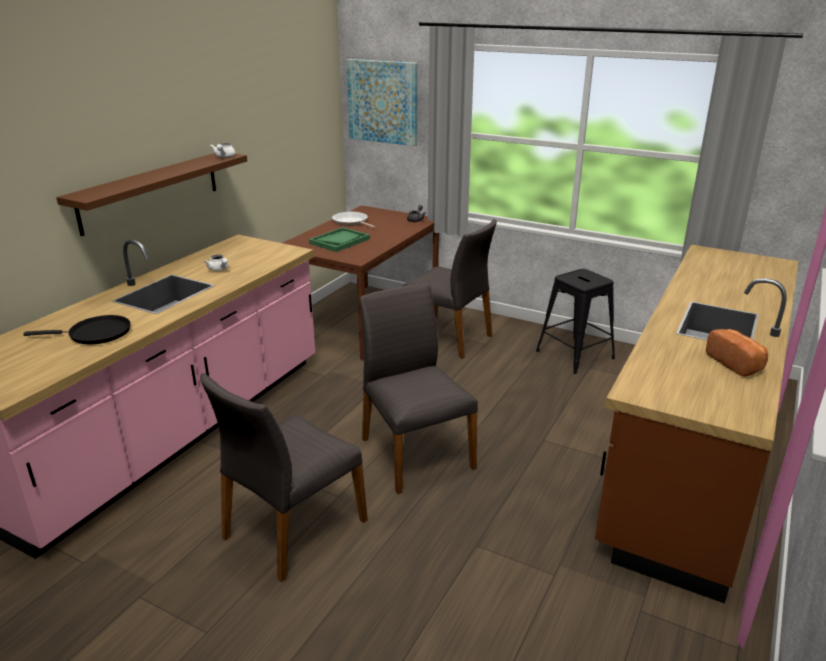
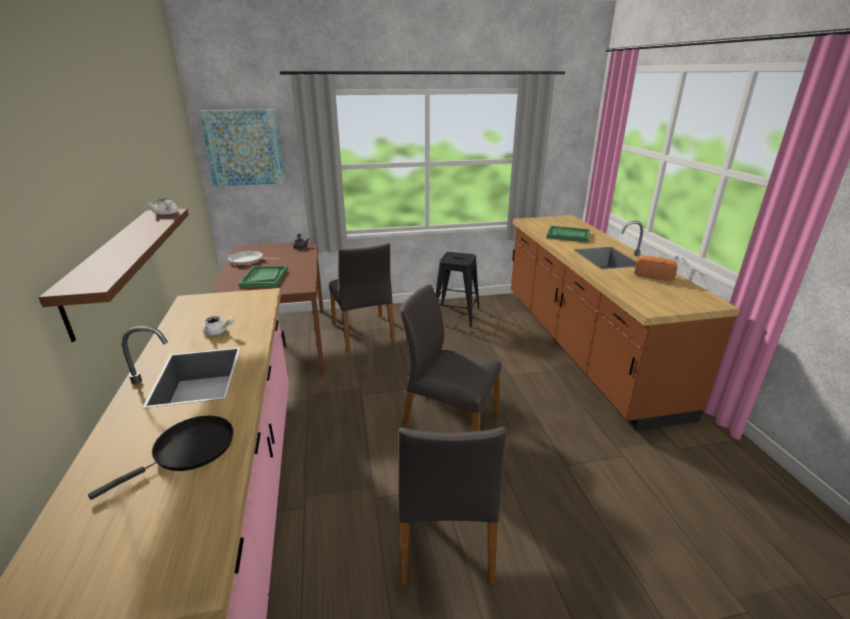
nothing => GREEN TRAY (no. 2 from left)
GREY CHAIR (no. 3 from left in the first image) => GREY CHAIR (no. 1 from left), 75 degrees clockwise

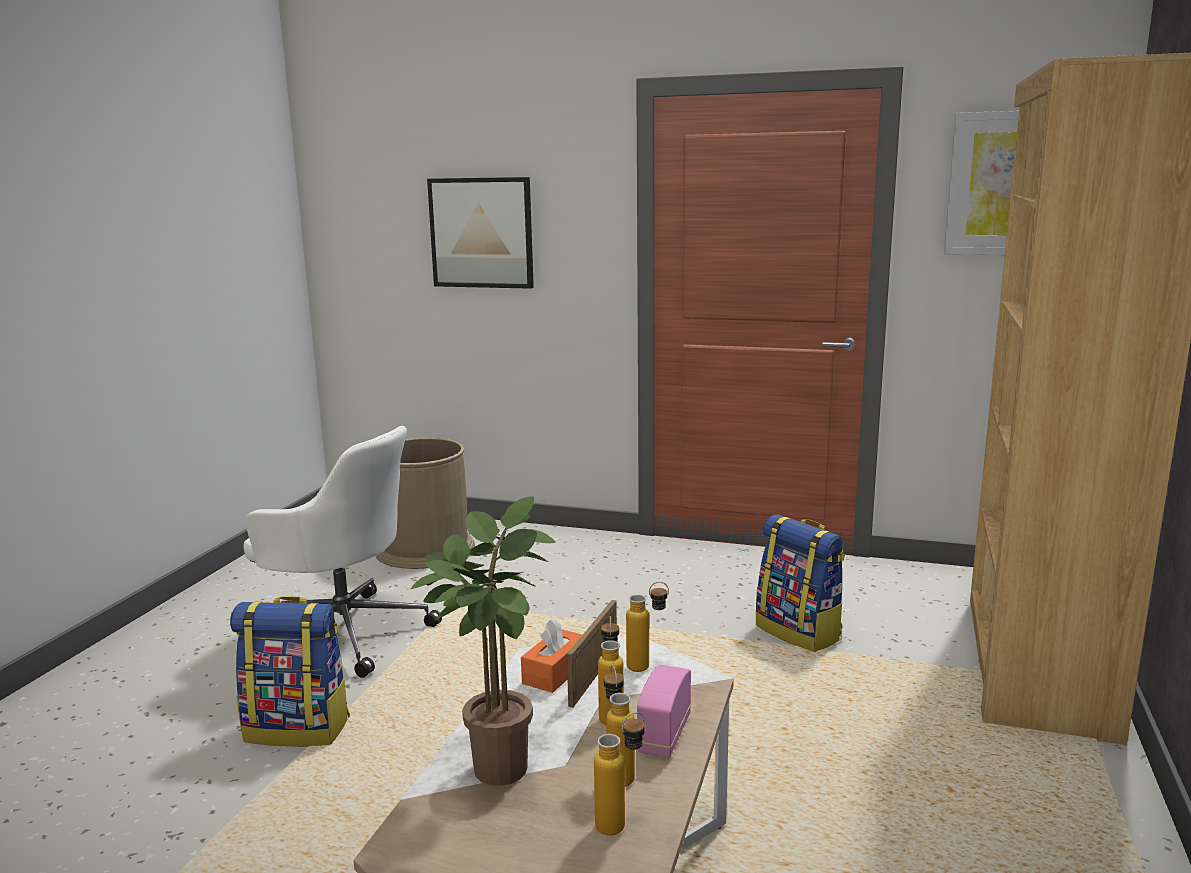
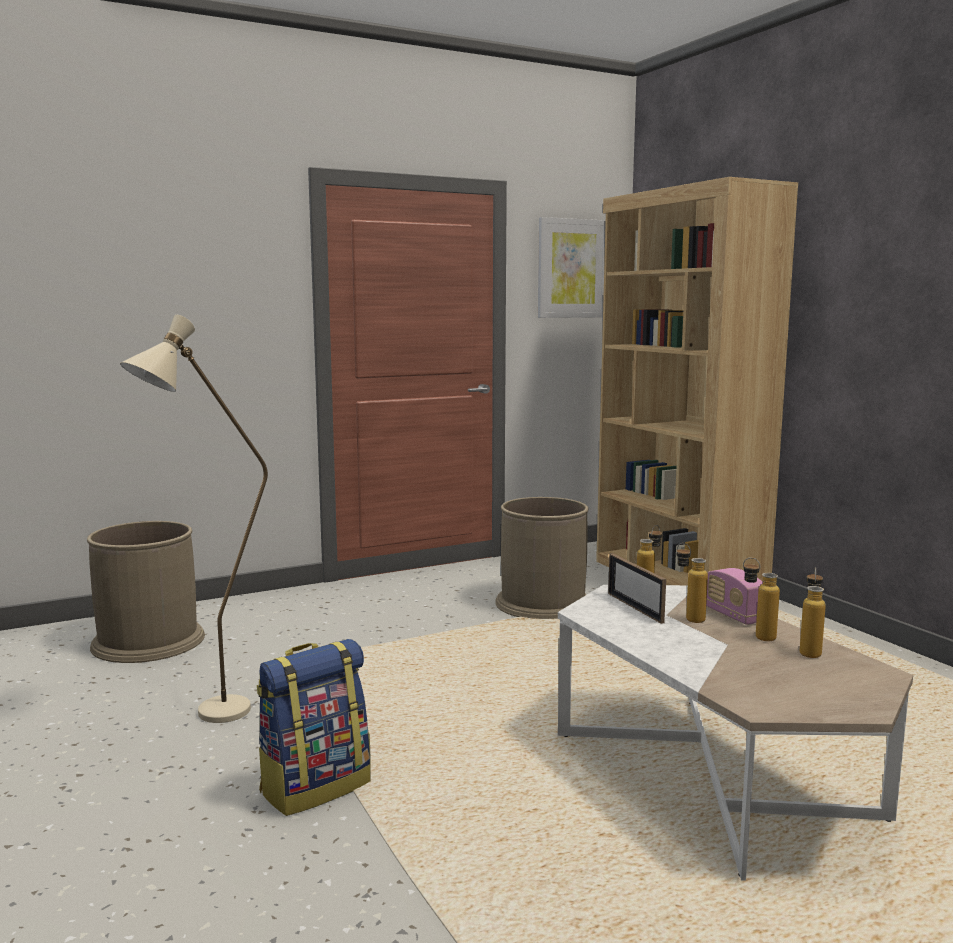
POTTED PLANT => nothing
PICTURE (no. 1 from left) => nothing
ORANGE TISSUE BOX => nothing
WHITE OFFICE CHAIR => BEIGE FLOOR LAMP
BACKPACK (no. 2 from left) => BROWN TRASH CAN (no. 2 from left)

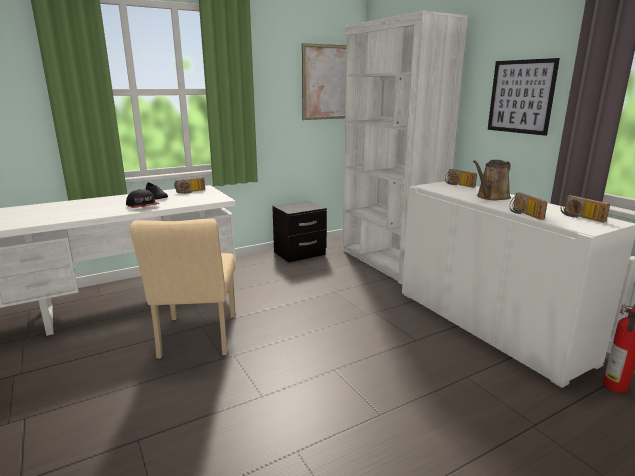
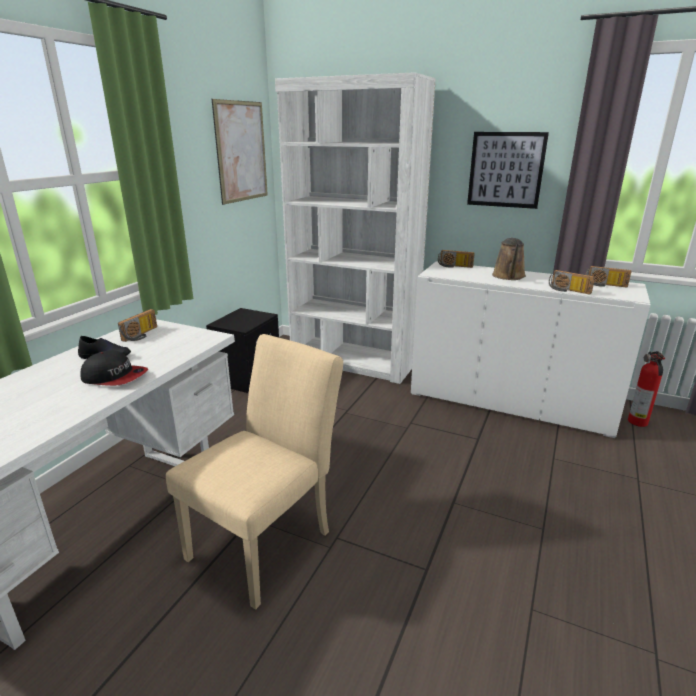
BEIGE CHAIR, 105 degrees counterclockwise

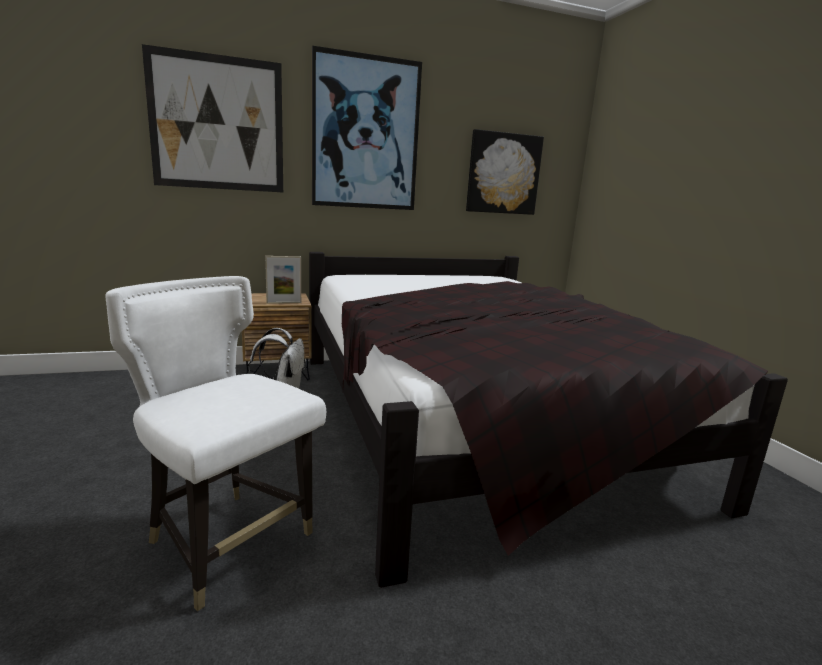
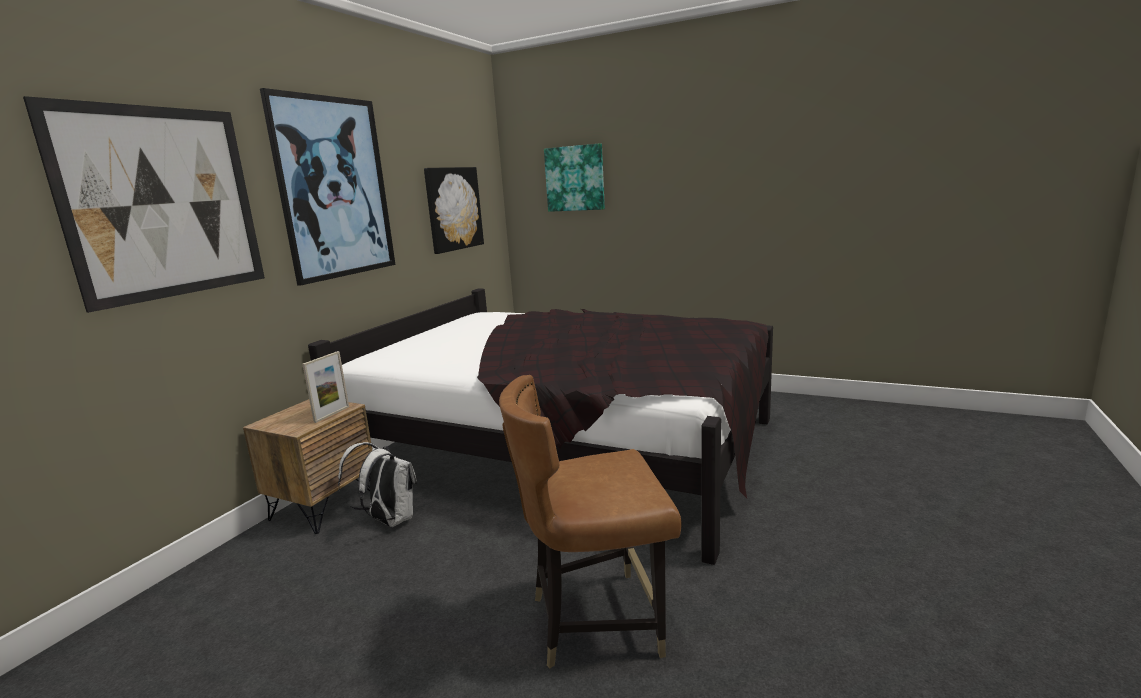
nothing => PICTURE (no. 4 from left)
WHITE CHAIR => BROWN CHAIR

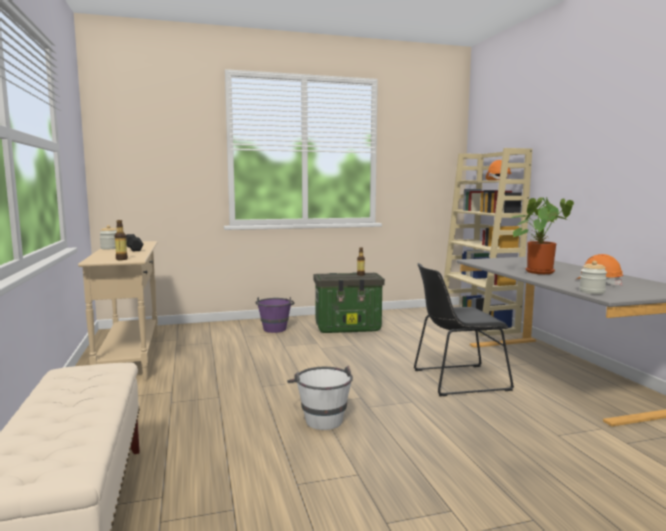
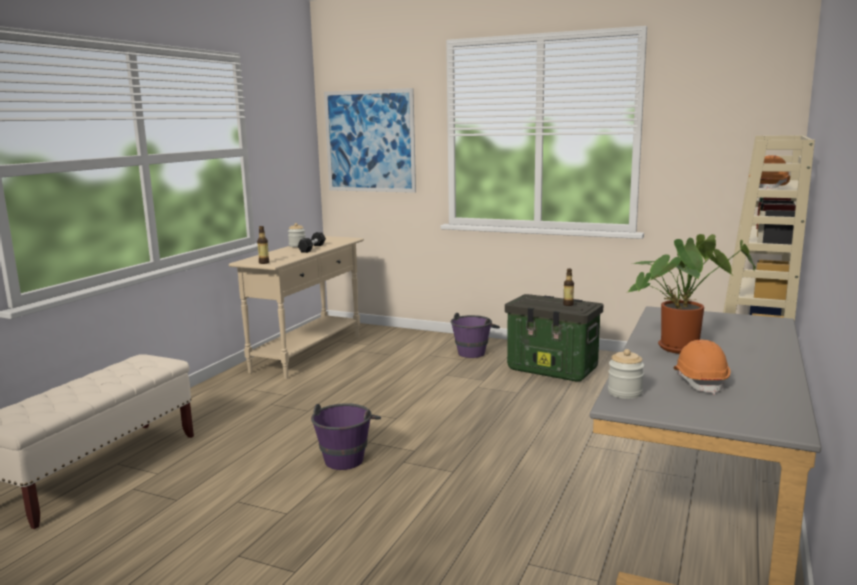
BLACK CHAIR => nothing
nothing => PICTURE
WHITE BUCKET => PURPLE BUCKET (no. 1 from left)

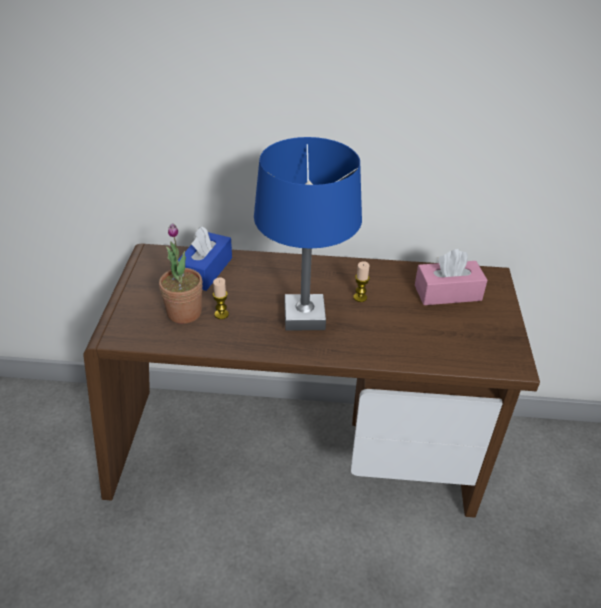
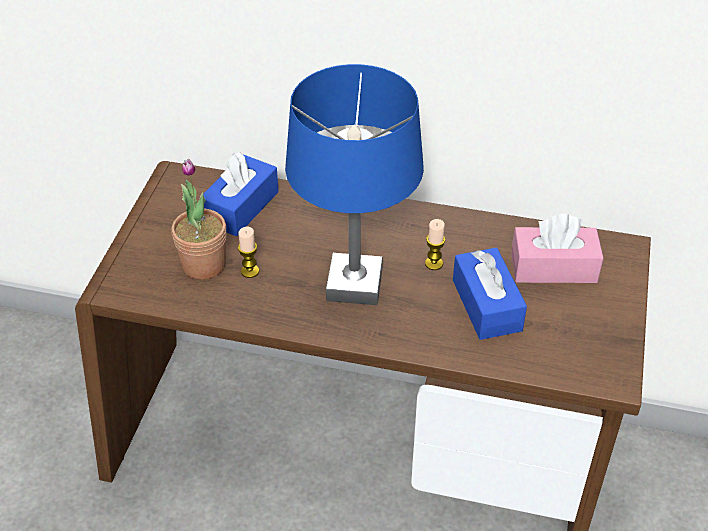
nothing => BLUE TISSUE BOX (no. 2 from left)

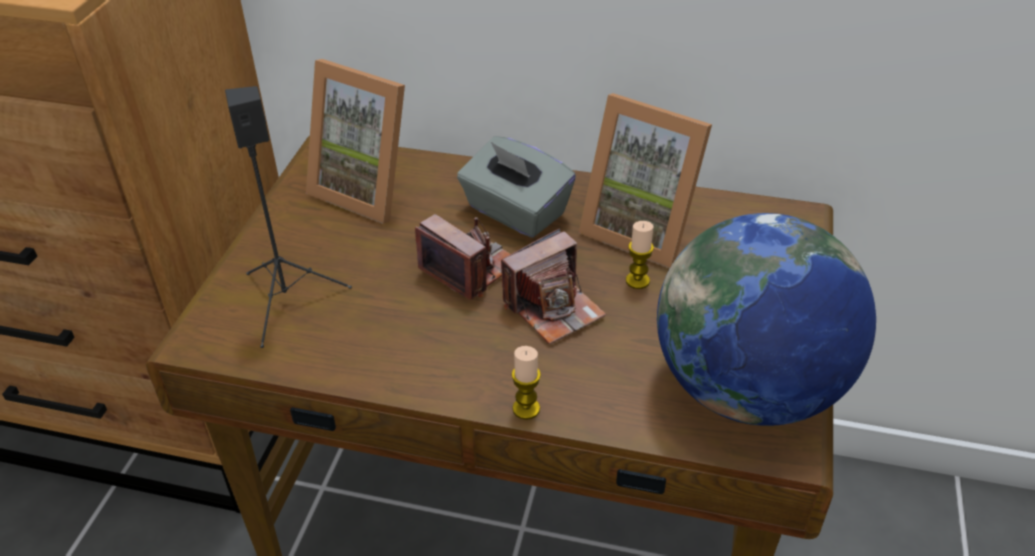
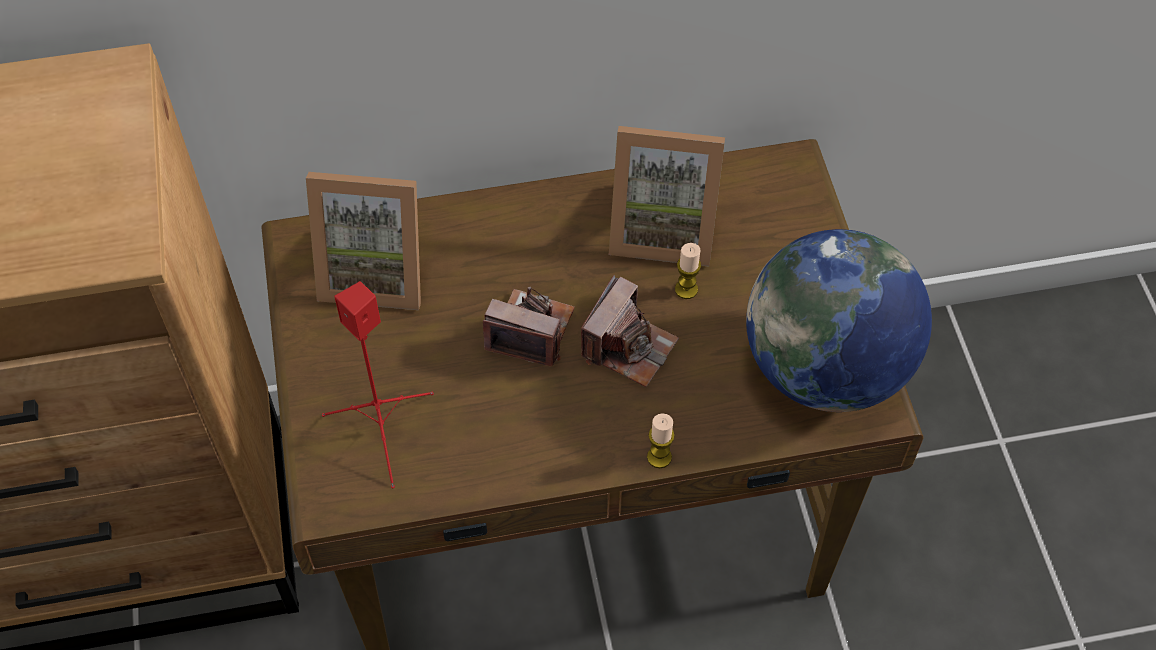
GREY TISSUE BOX => nothing
BLACK SPEAKER => RED SPEAKER

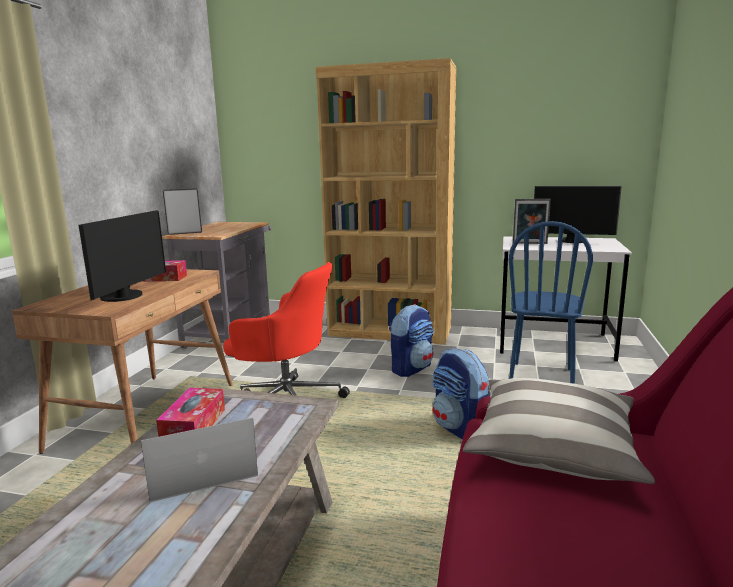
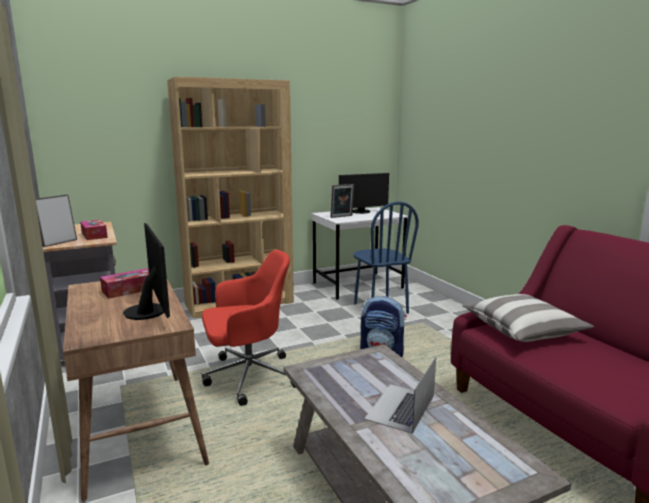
BACKPACK (no. 1 from left) => nothing
TISSUE BOX (no. 2 from left in the first image) => TISSUE BOX (no. 1 from left), relocated

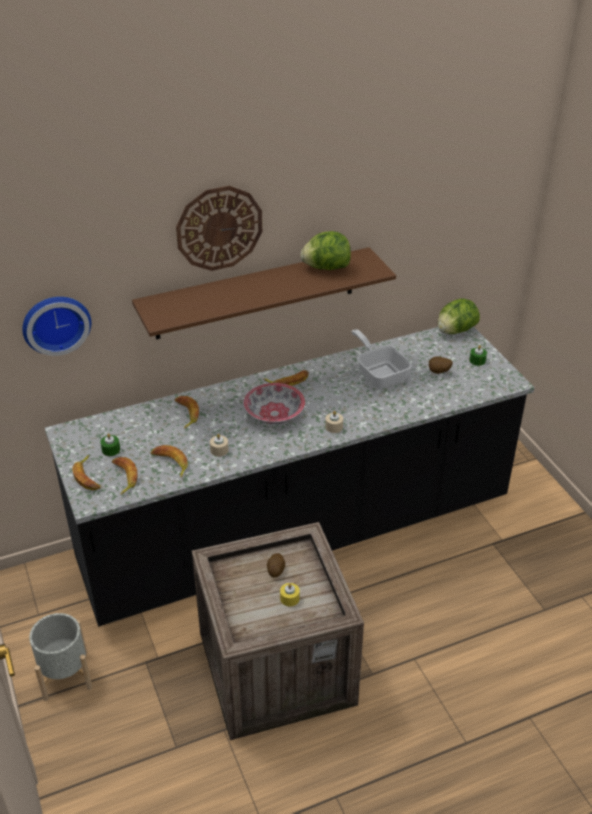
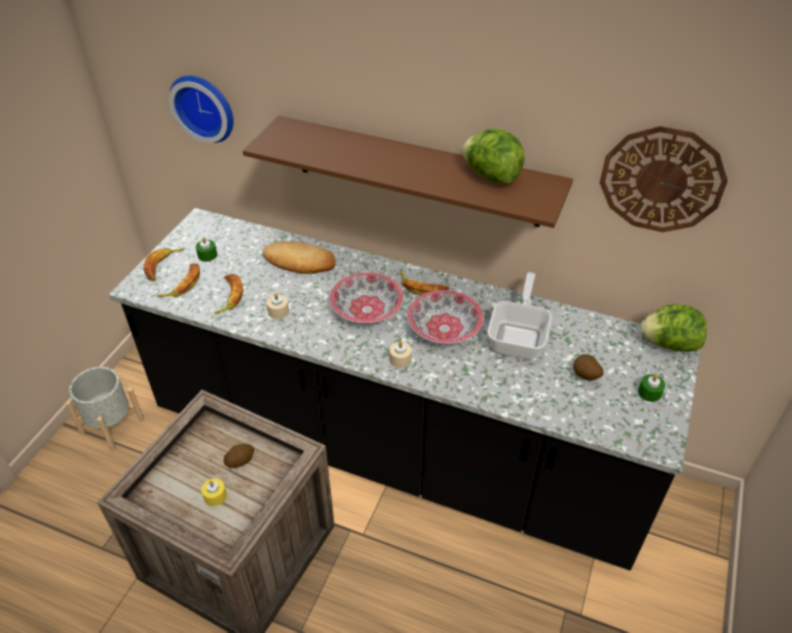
nothing => BOWL (no. 2 from left)
WALL CLOCK (no. 2 from left), relocated
BANANA (no. 4 from left) => BREAD

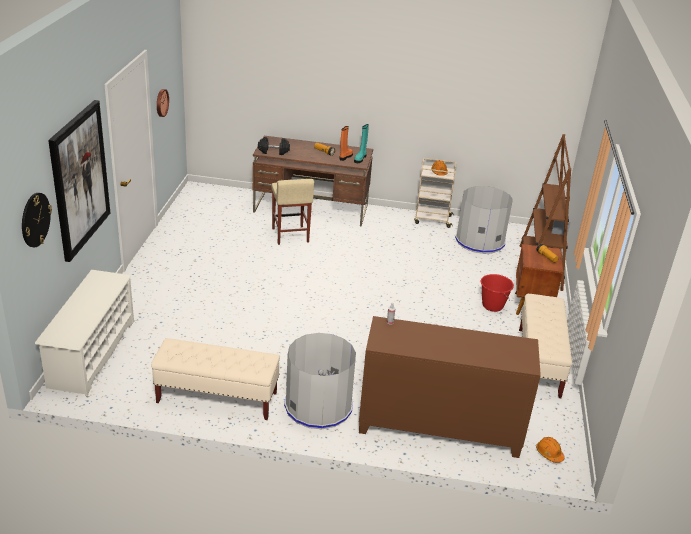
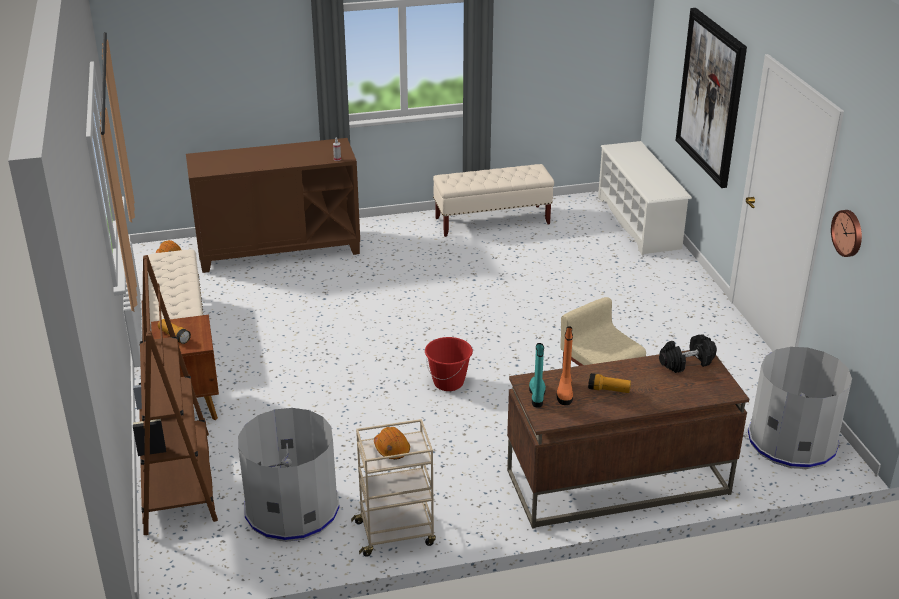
WALL CLOCK (no. 1 from left) => nothing
GREY TRASH CAN (no. 1 from left in the first image) => GREY TRASH CAN (no. 2 from left), relocated
RED BUCKET, relocated

